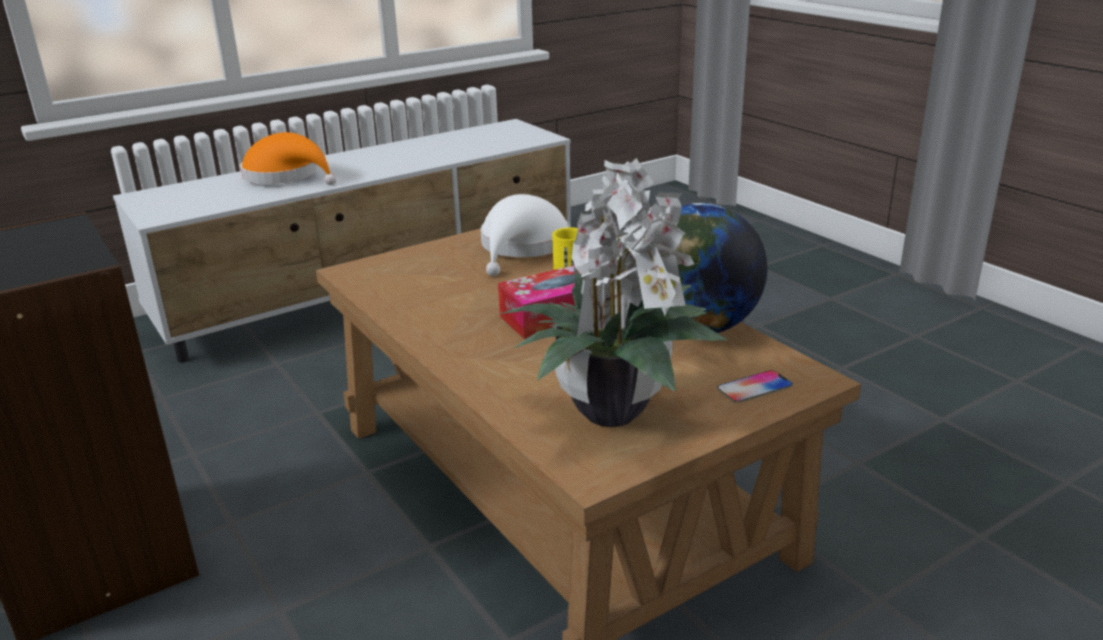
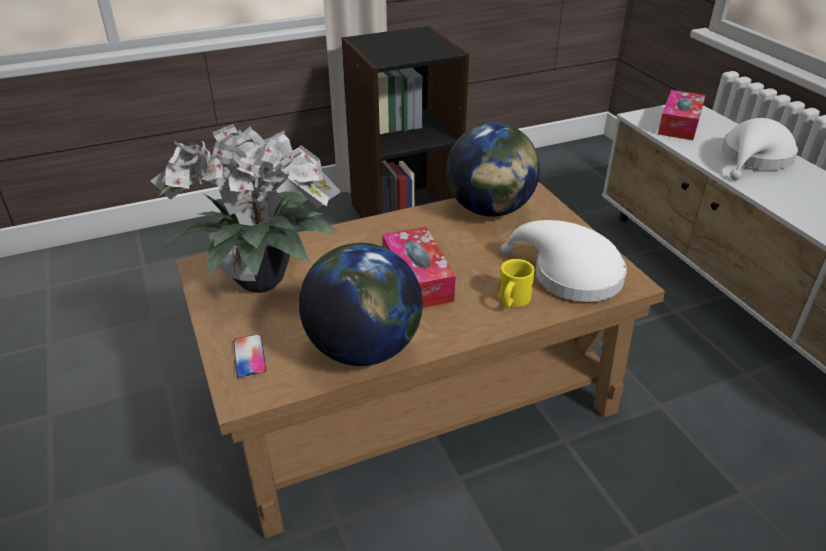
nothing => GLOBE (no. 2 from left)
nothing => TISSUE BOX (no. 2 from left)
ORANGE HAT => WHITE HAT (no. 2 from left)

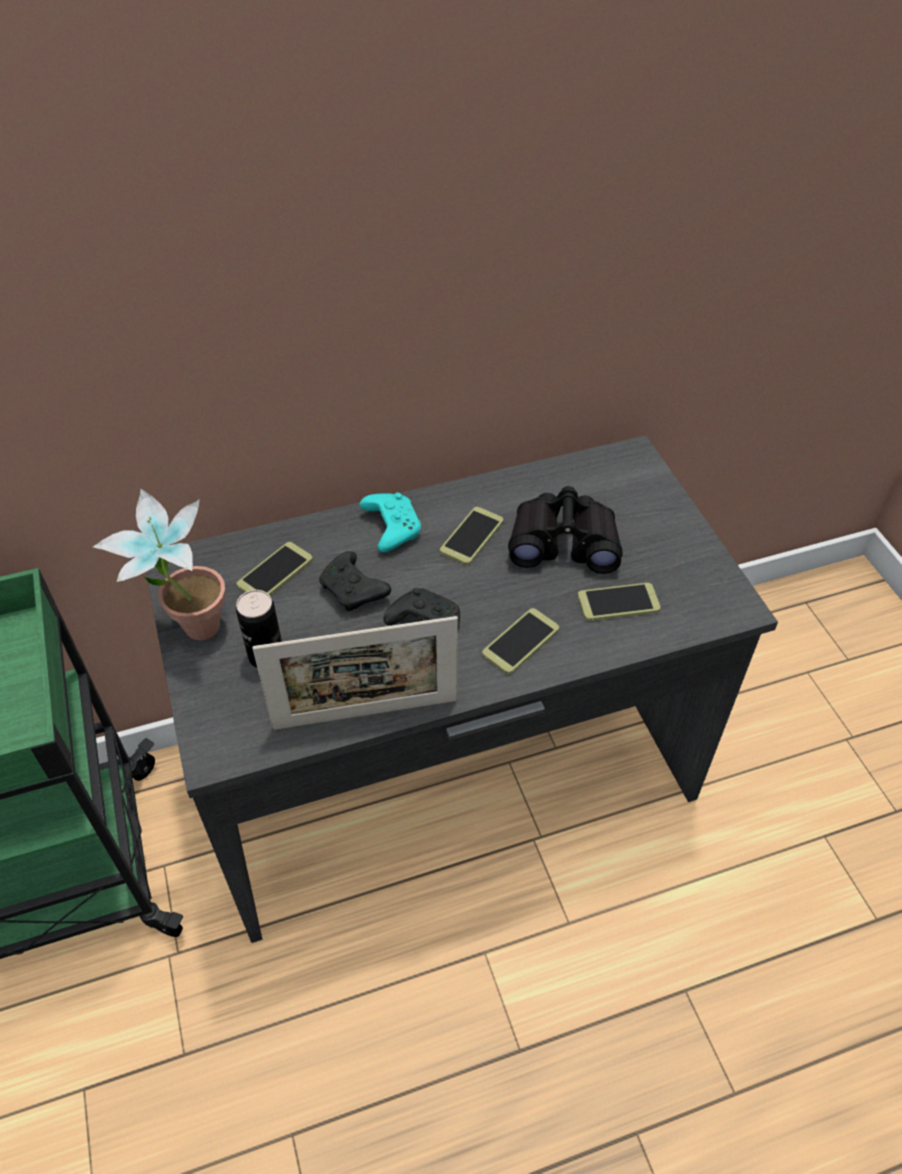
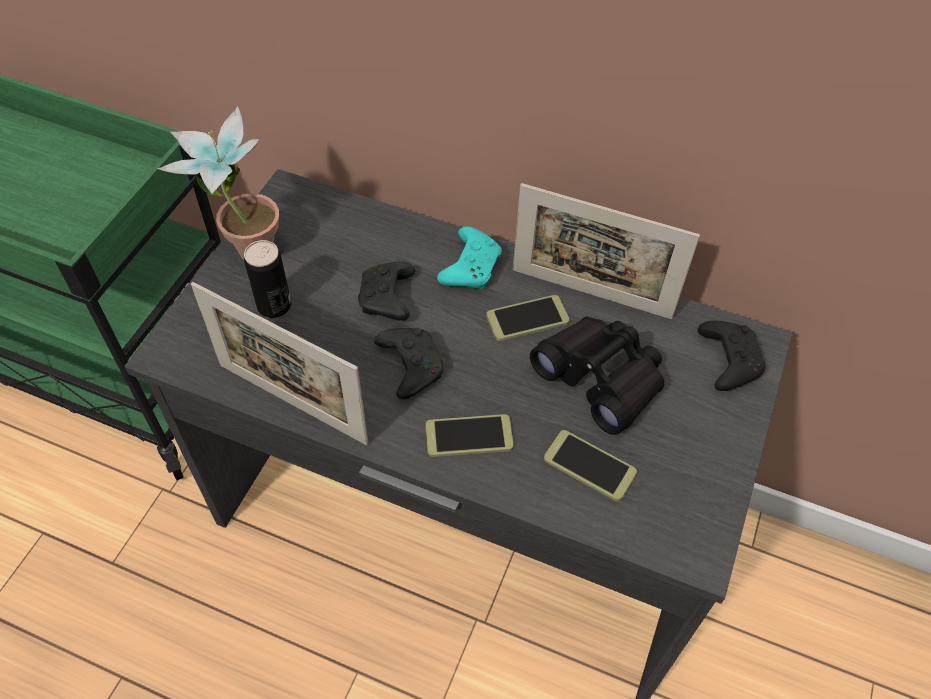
PHONE (no. 1 from left) => nothing
nothing => PICTURE FRAME (no. 2 from left)
nothing => BLACK GAME CONTROLLER (no. 3 from left)

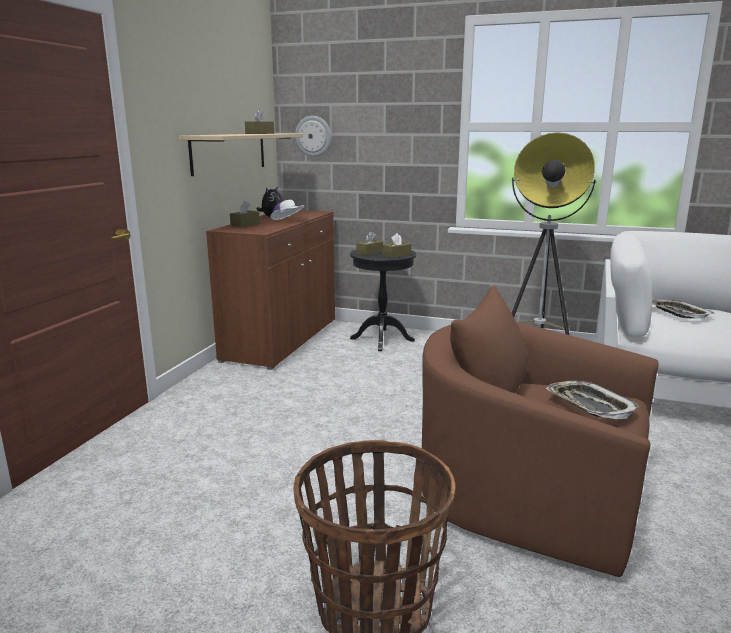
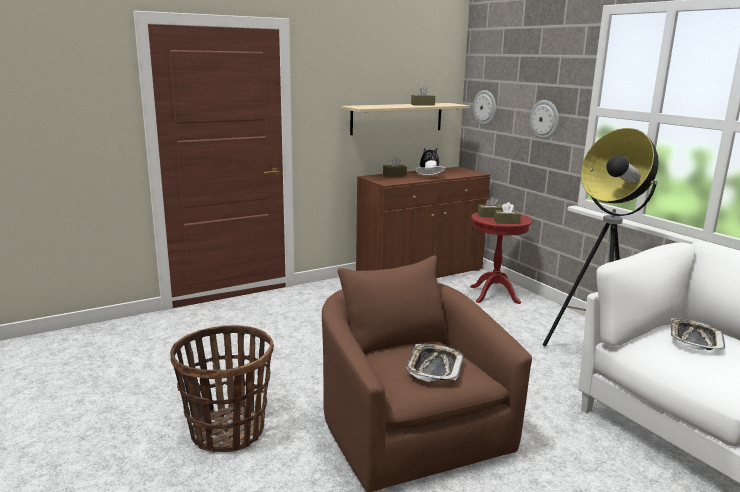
nothing => WALL CLOCK (no. 2 from left)
BLACK SIDE TABLE => RED SIDE TABLE

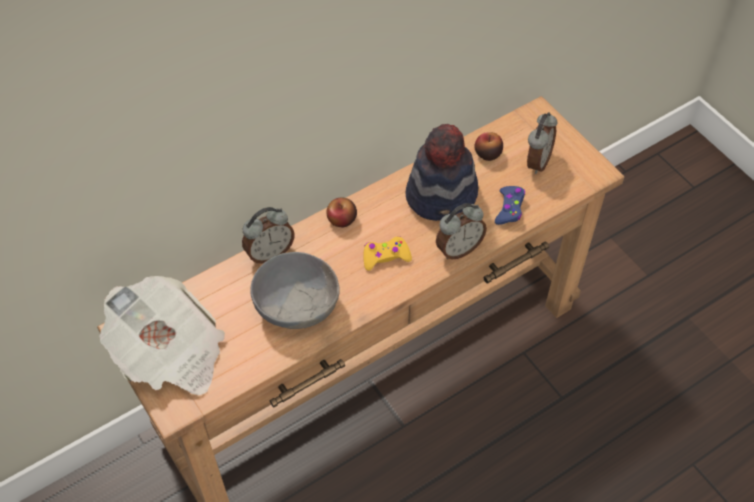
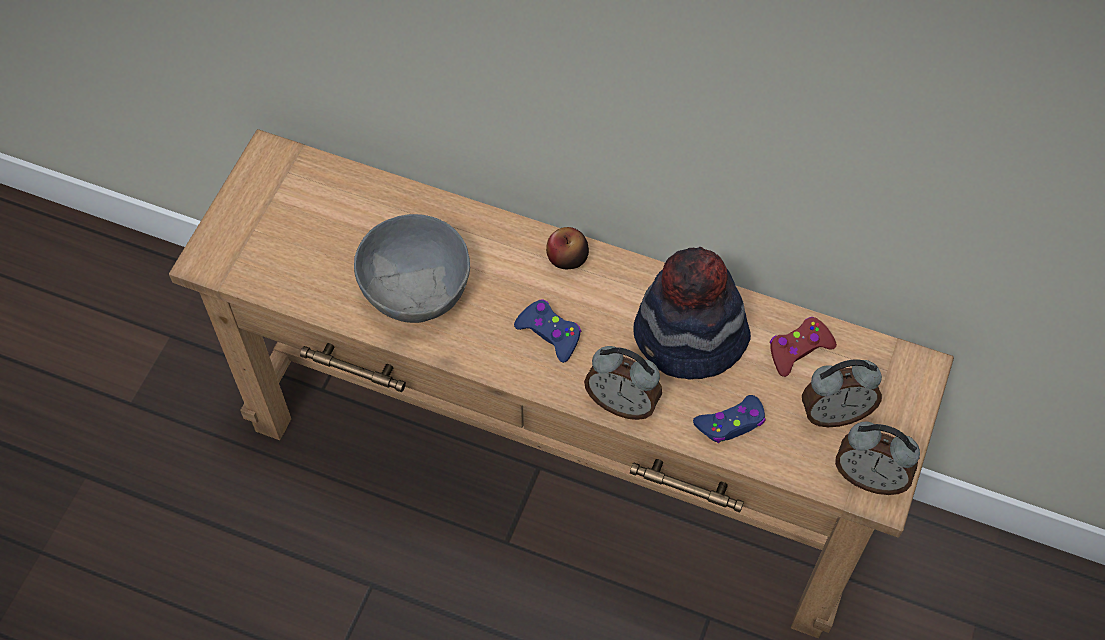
NEWSPAPER => nothing
ALARM CLOCK (no. 1 from left in the first image) => ALARM CLOCK (no. 3 from left), relocated
APPLE (no. 2 from left) => RED GAME CONTROLLER
YELLOW GAME CONTROLLER => BLUE GAME CONTROLLER (no. 1 from left)

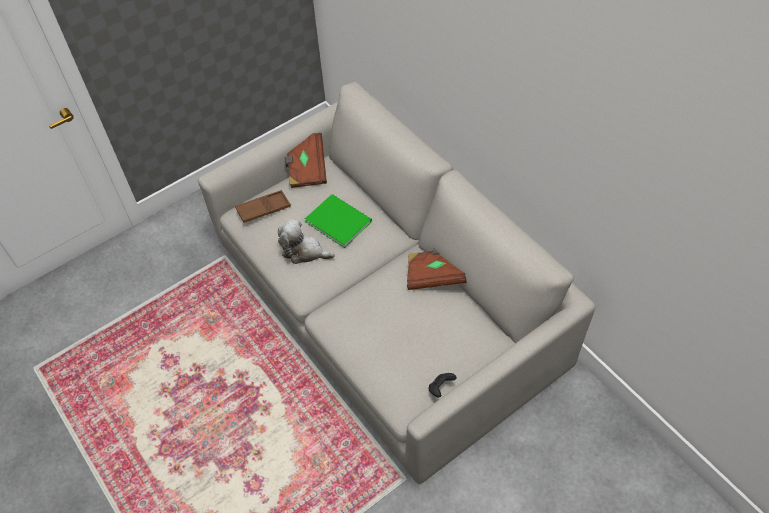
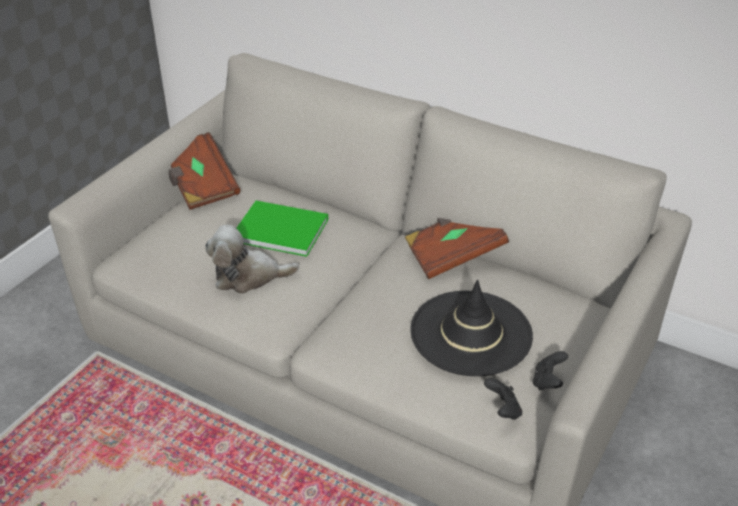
BROWN TRAY => nothing
nothing => BLACK HAT
nothing => BLACK GAME CONTROLLER (no. 1 from left)

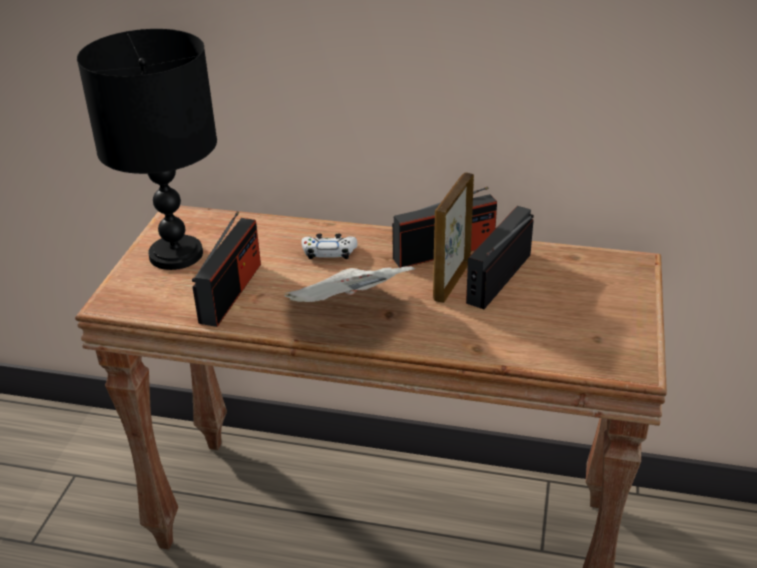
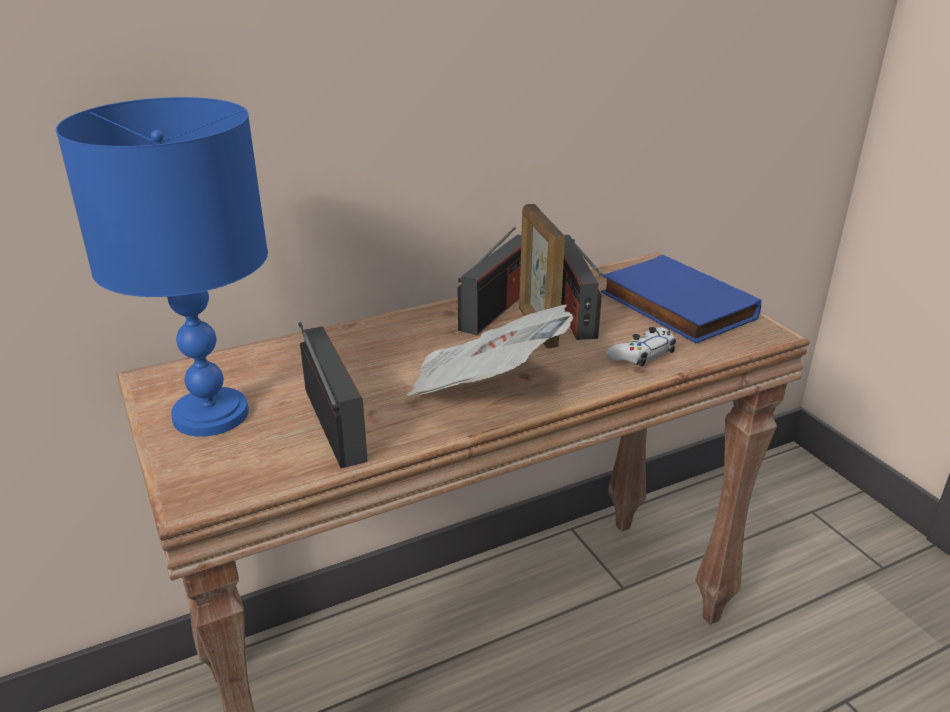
nothing => BLUE BOOK
WHITE GAME CONTROLLER, relocated
BLACK TABLE LAMP => BLUE TABLE LAMP

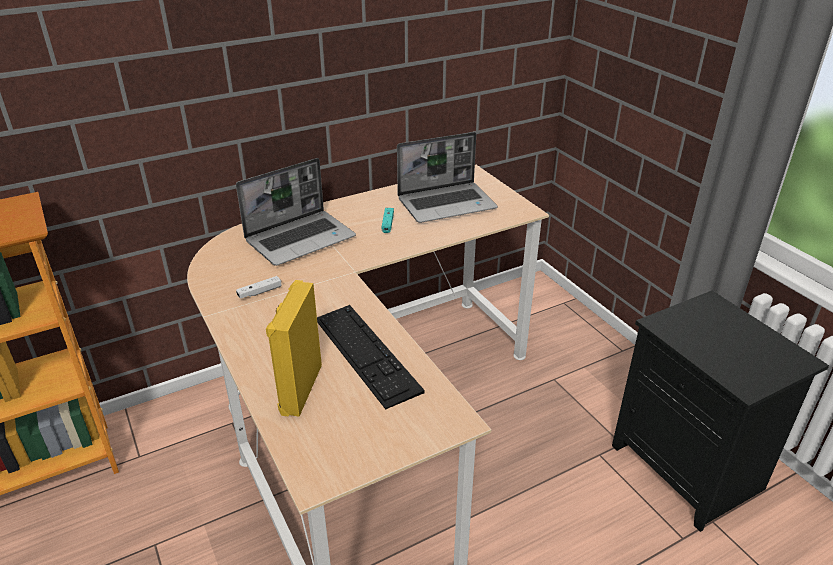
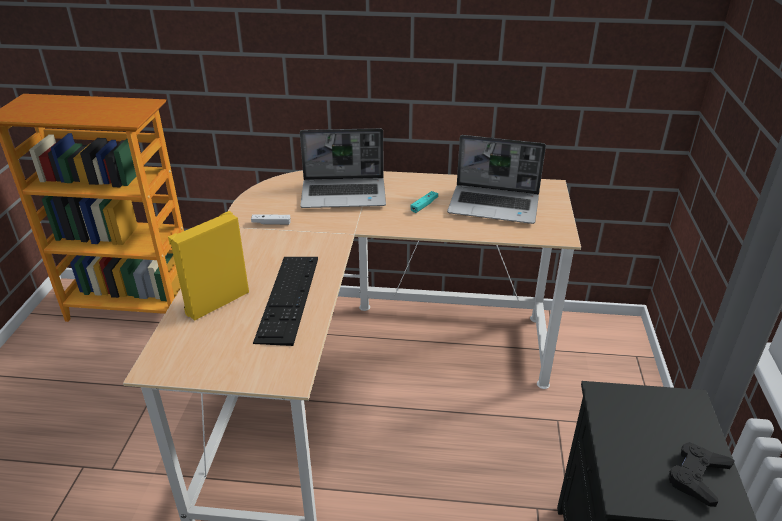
nothing => BLACK GAME CONTROLLER

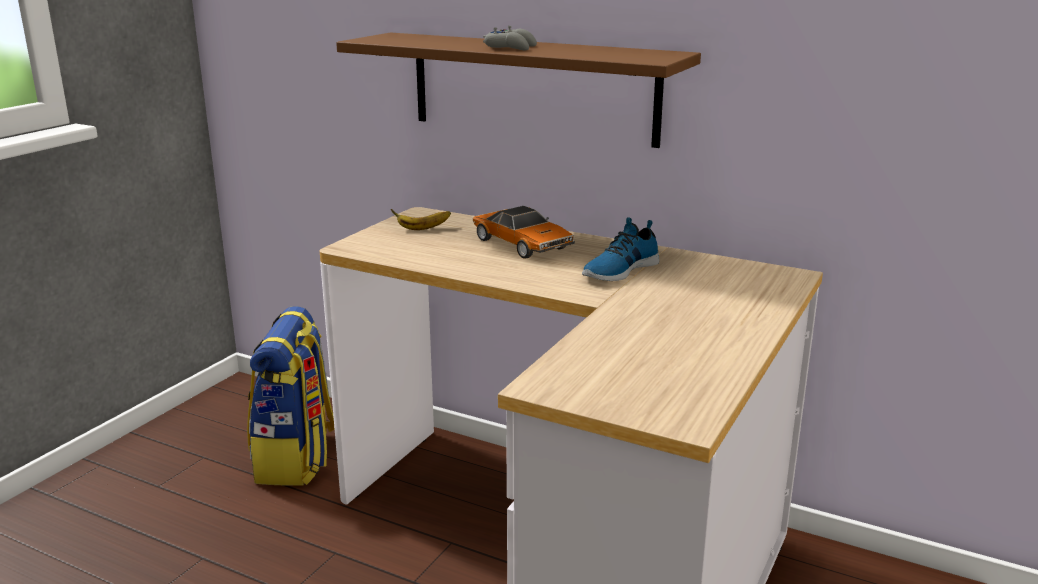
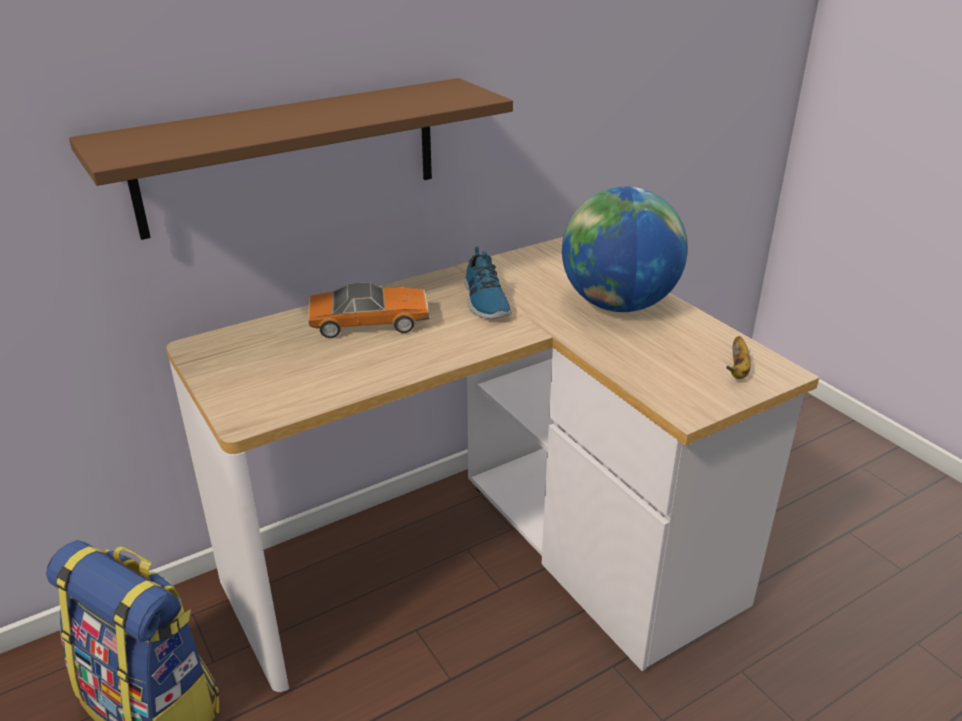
GREY GAME CONTROLLER => nothing
nothing => GLOBE
BANANA, relocated

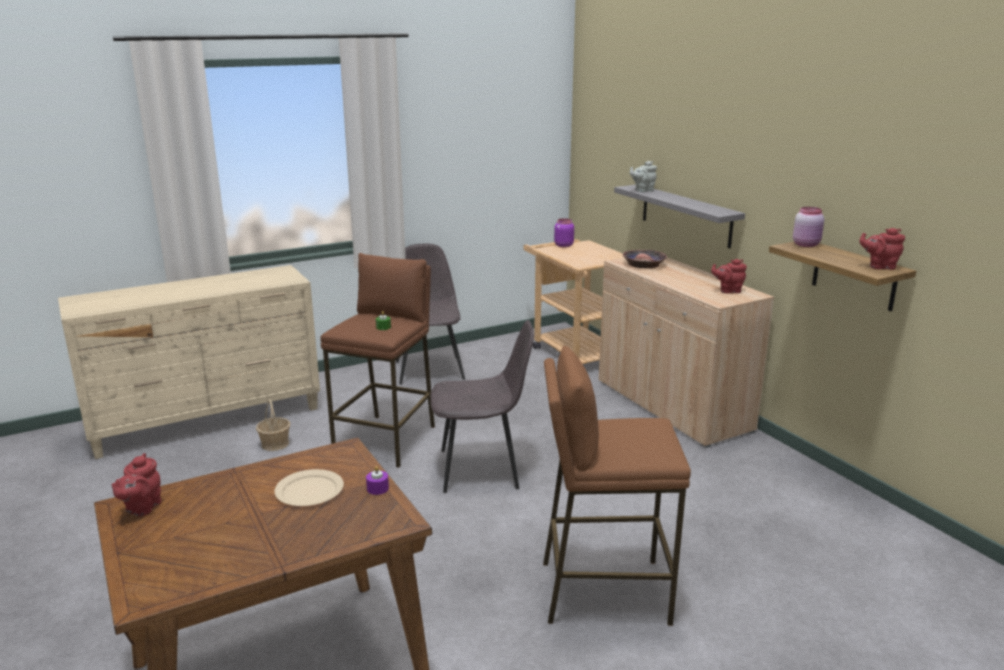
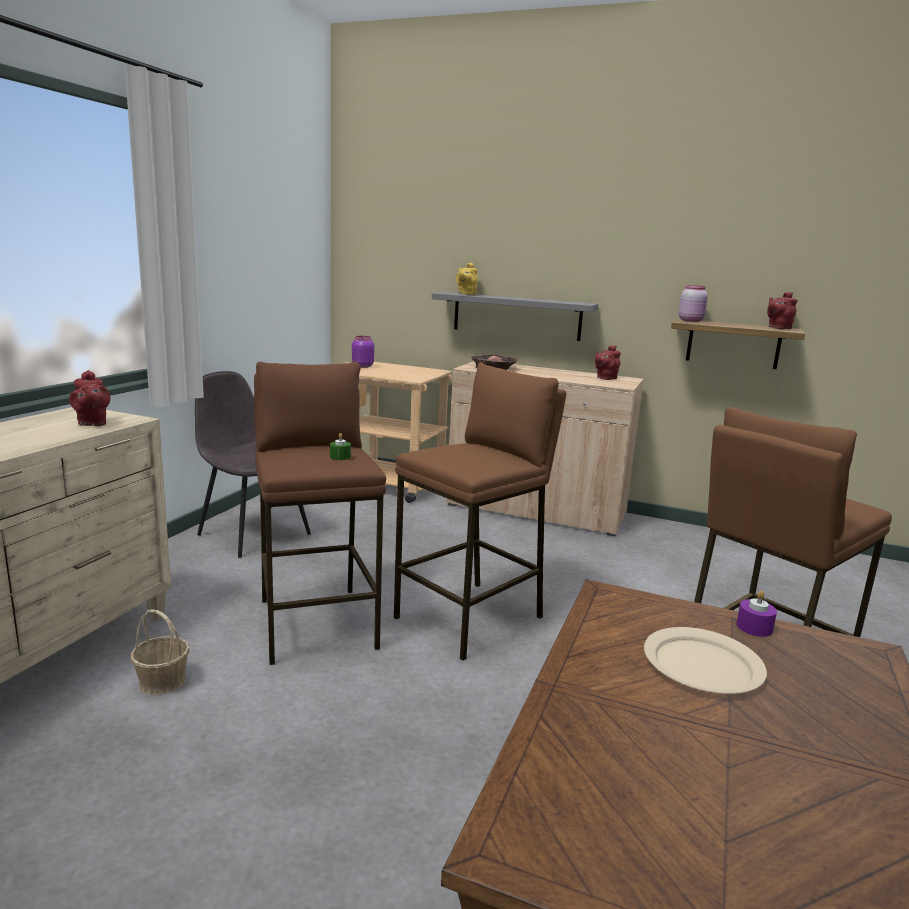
RED TEAPOT (no. 1 from left), relocated
GREY CHAIR (no. 2 from left) => BROWN STOOL (no. 2 from left)
GREY TEAPOT => YELLOW TEAPOT

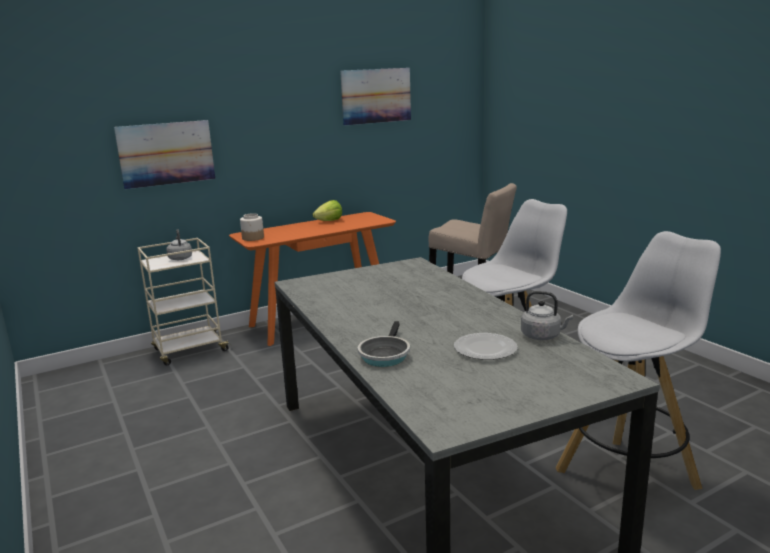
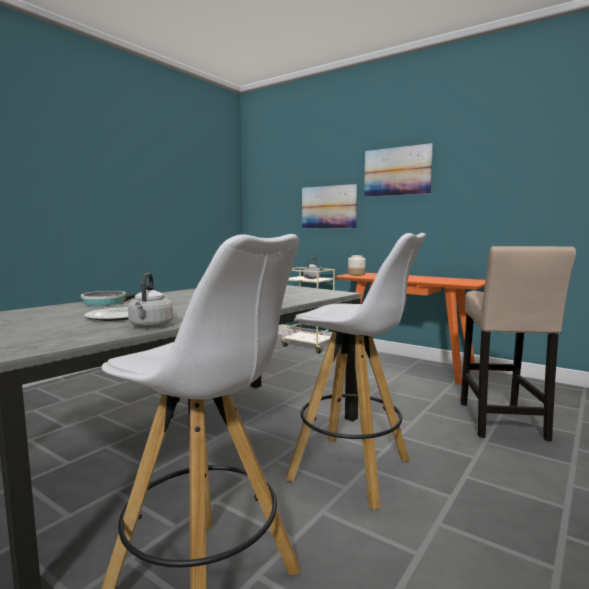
LETTUCE => nothing
PICTURE (no. 2 from left), relocated

